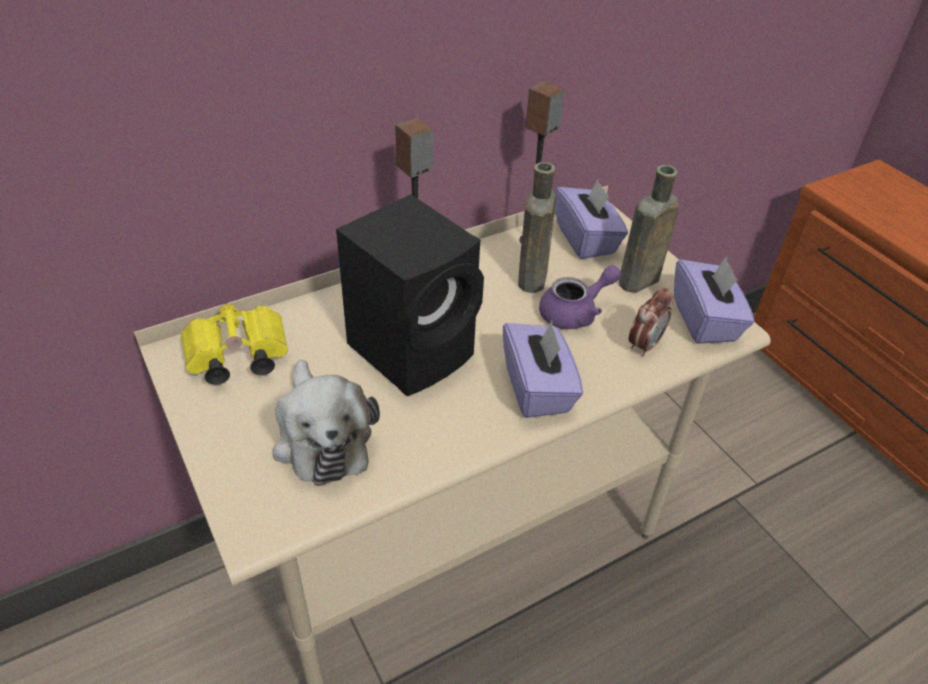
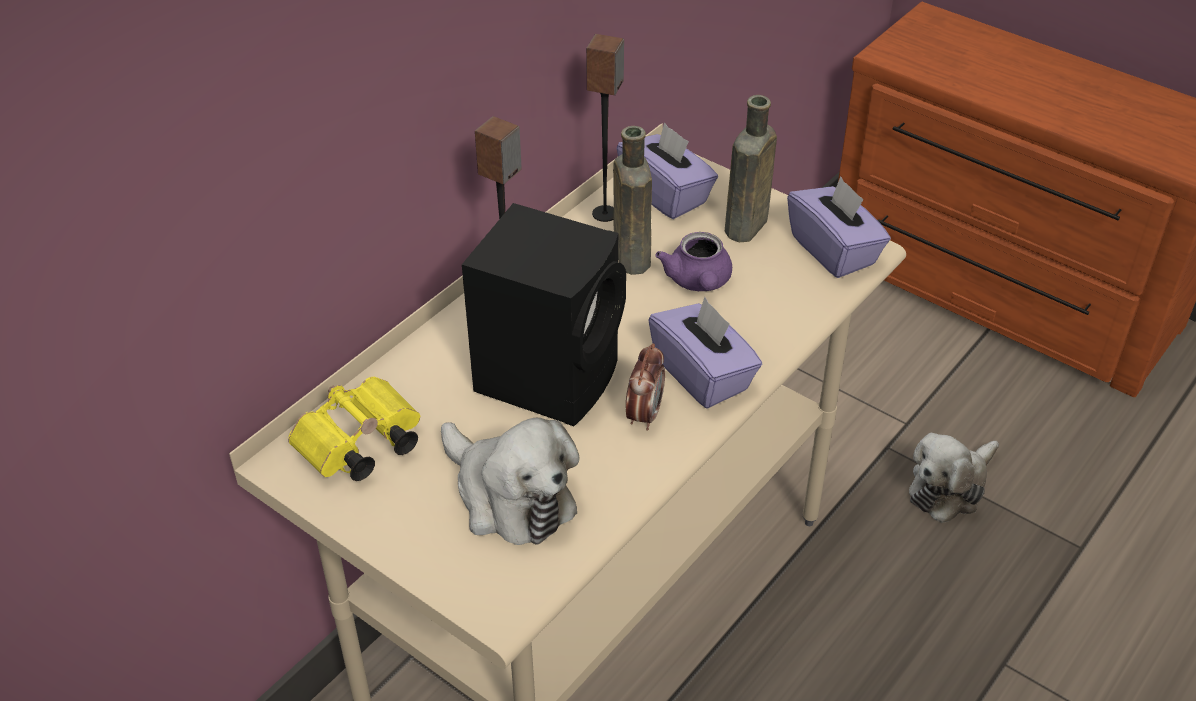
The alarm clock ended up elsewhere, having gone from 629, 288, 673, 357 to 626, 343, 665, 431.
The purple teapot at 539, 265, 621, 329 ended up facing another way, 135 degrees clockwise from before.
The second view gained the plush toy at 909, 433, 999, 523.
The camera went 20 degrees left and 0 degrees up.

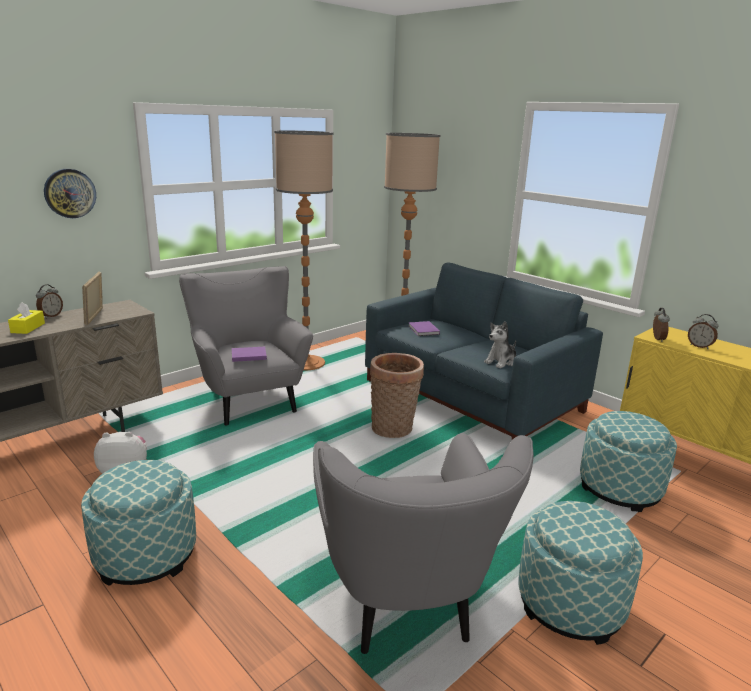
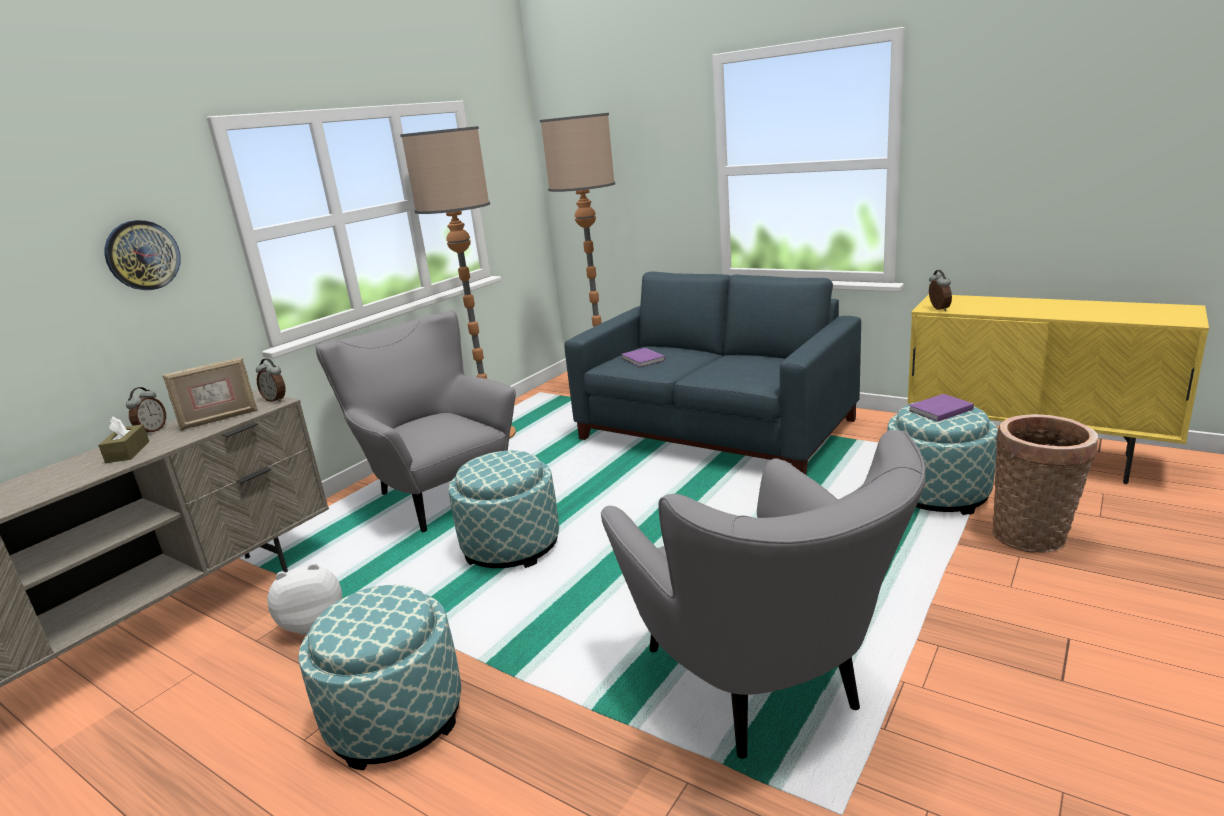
What was the yellow tissue box at 8, 302, 45, 334 turned into the brown tissue box at 98, 416, 149, 463.
The picture frame at 82, 272, 103, 325 ended up facing another way, 105 degrees counterclockwise from before.
The alarm clock ended up elsewhere, having gone from 688, 314, 719, 349 to 256, 358, 286, 402.
The ottoman ended up elsewhere, having gone from 518, 501, 643, 645 to 448, 451, 559, 568.
The purple book ended up elsewhere, having gone from 232, 346, 267, 362 to 909, 394, 974, 422.
The basket ended up elsewhere, having gone from 370, 353, 424, 438 to 992, 414, 1098, 553.
The second view lost the plush toy at 484, 321, 516, 368.
The camera went 10 degrees left and 0 degrees up.

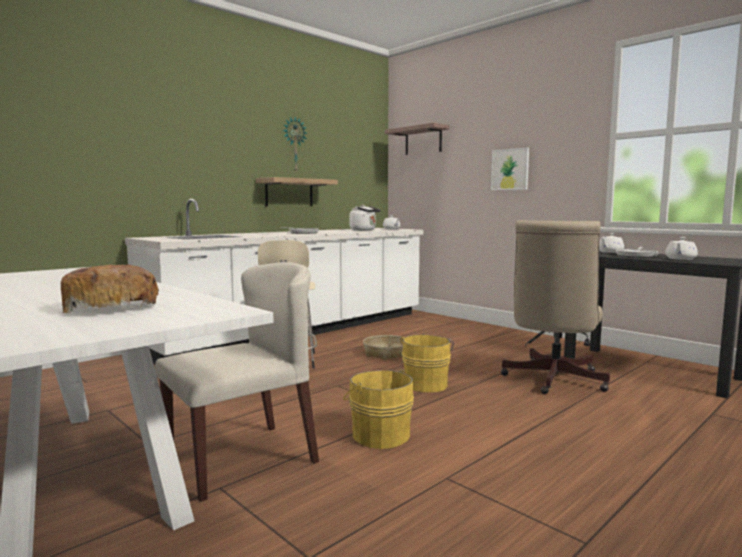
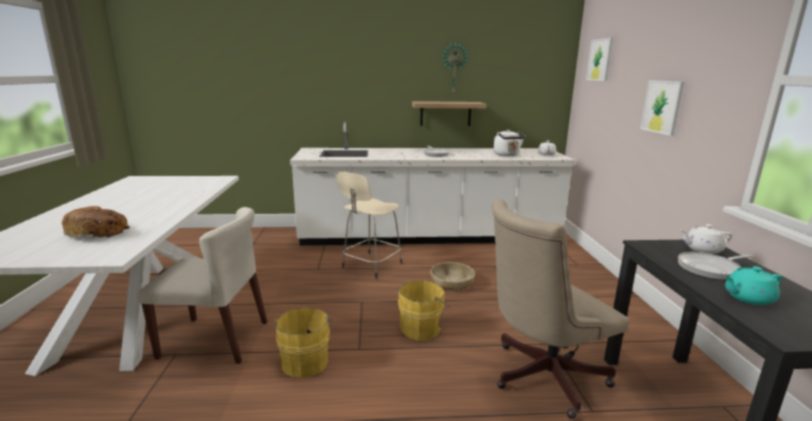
Where the shelf hung at 385, 123, 449, 155, the picture came to hang at 586, 38, 613, 81.
What was the white teapot at 665, 237, 698, 260 turned into the turquoise teapot at 725, 266, 782, 305.
The camera went 40 degrees right and 10 degrees up.

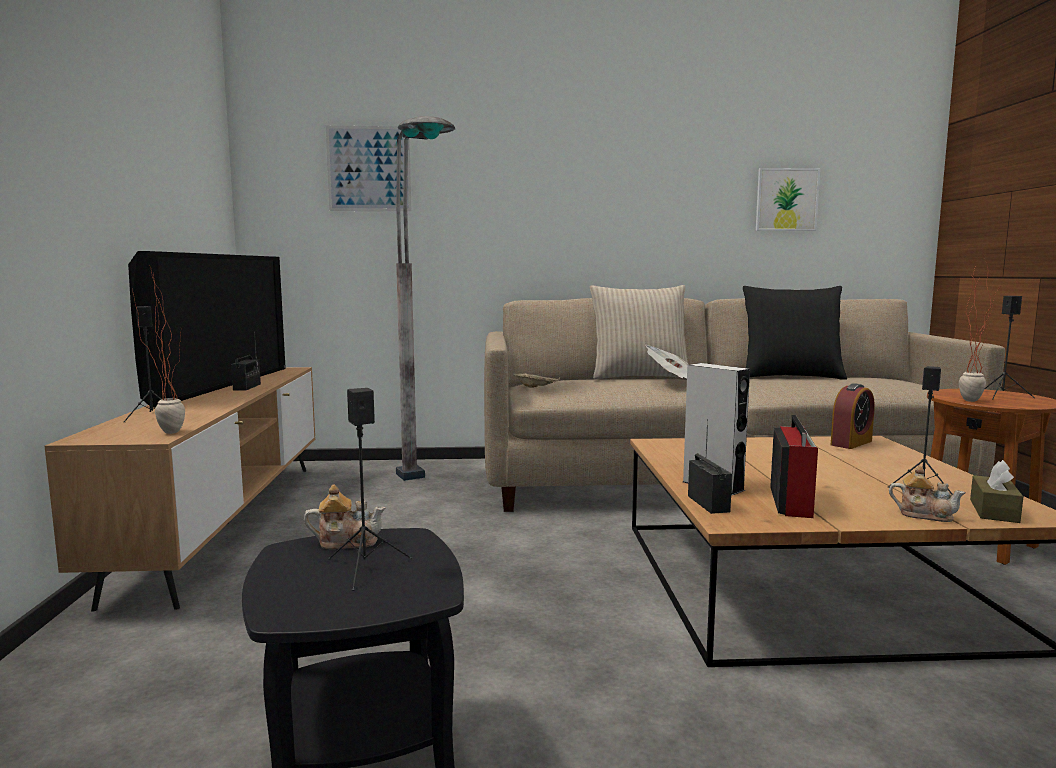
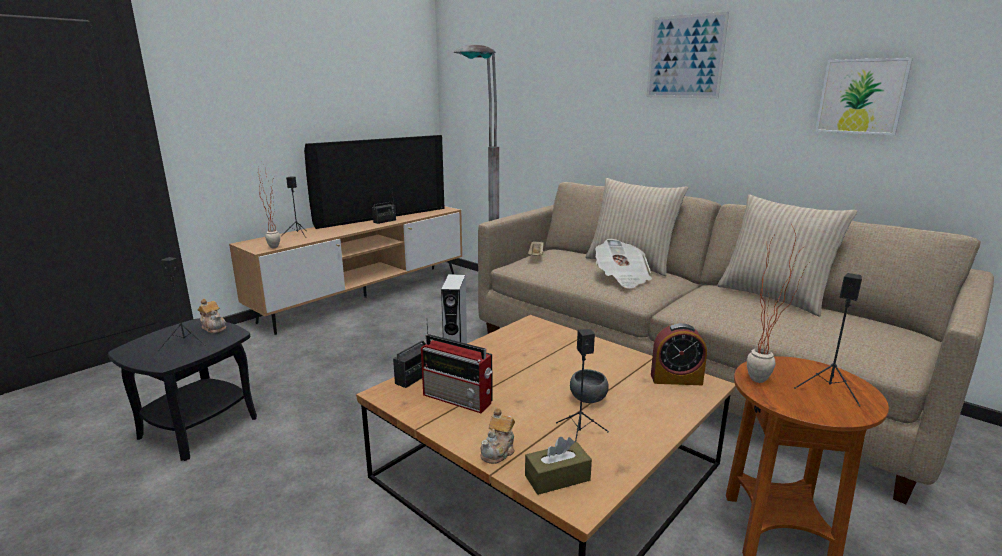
The radio at 770, 415, 818, 518 ended up facing another way, 60 degrees clockwise from before.
The teapot at 889, 466, 966, 522 ended up facing another way, 45 degrees clockwise from before.
The second view gained the grey bowl at 570, 369, 609, 403.
The picture ended up elsewhere, having gone from 326, 126, 412, 211 to 646, 11, 729, 98.
What was the black pillow at 743, 286, 847, 380 turned into the beige pillow at 717, 195, 858, 317.
The camera went 45 degrees right and 10 degrees up.

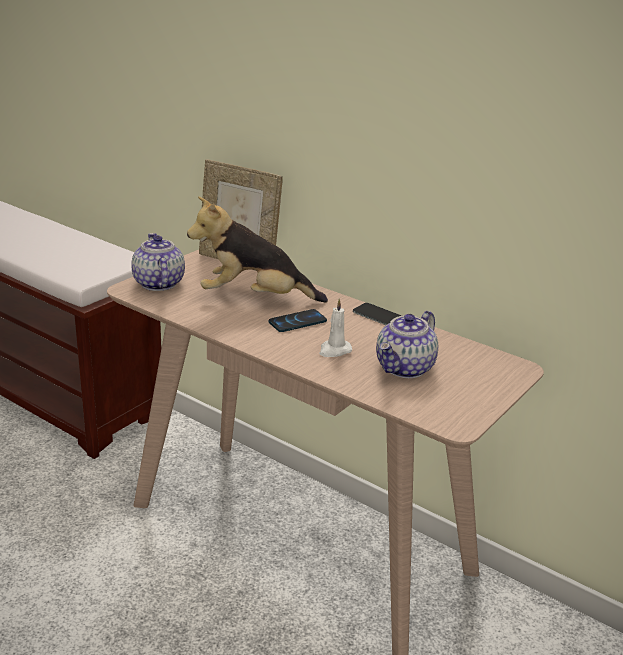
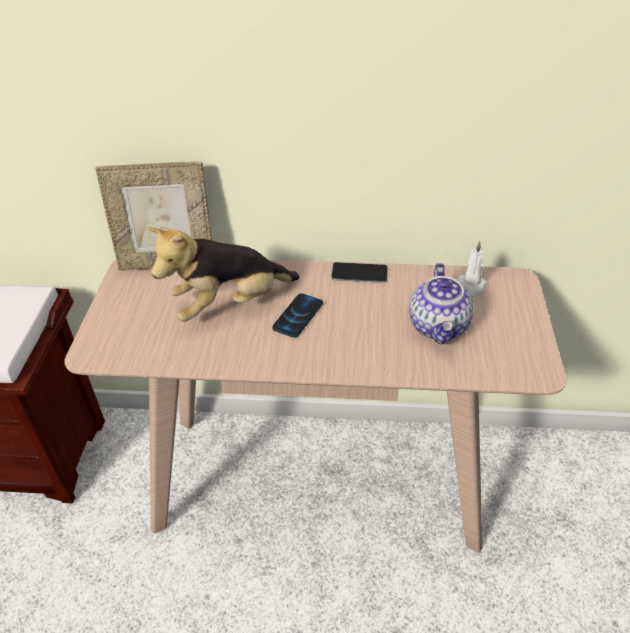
The white candle ended up elsewhere, having gone from 319, 298, 352, 357 to 458, 241, 487, 298.
The second view lost the teapot at 131, 233, 185, 291.
The camera went 30 degrees left and 15 degrees up.

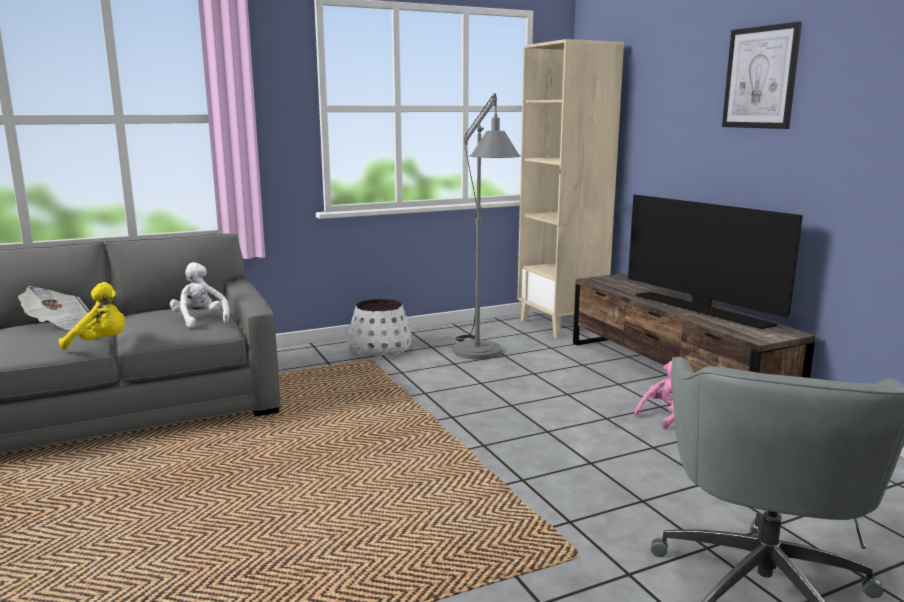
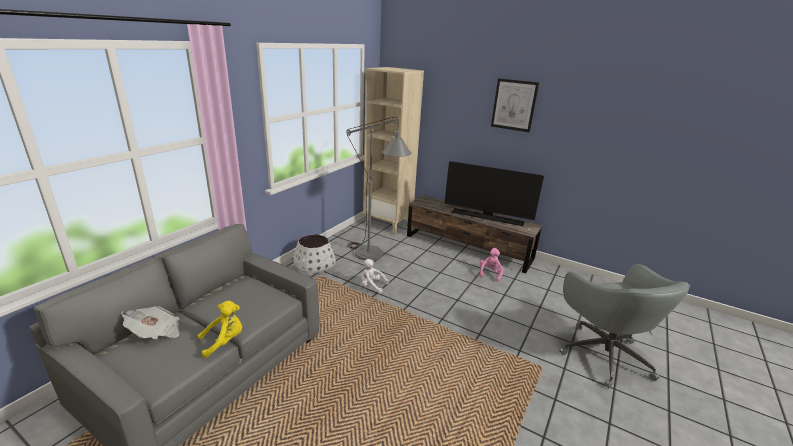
The white plush toy ended up elsewhere, having gone from 170, 262, 229, 328 to 361, 259, 389, 293.
The camera went 35 degrees left and 10 degrees up.

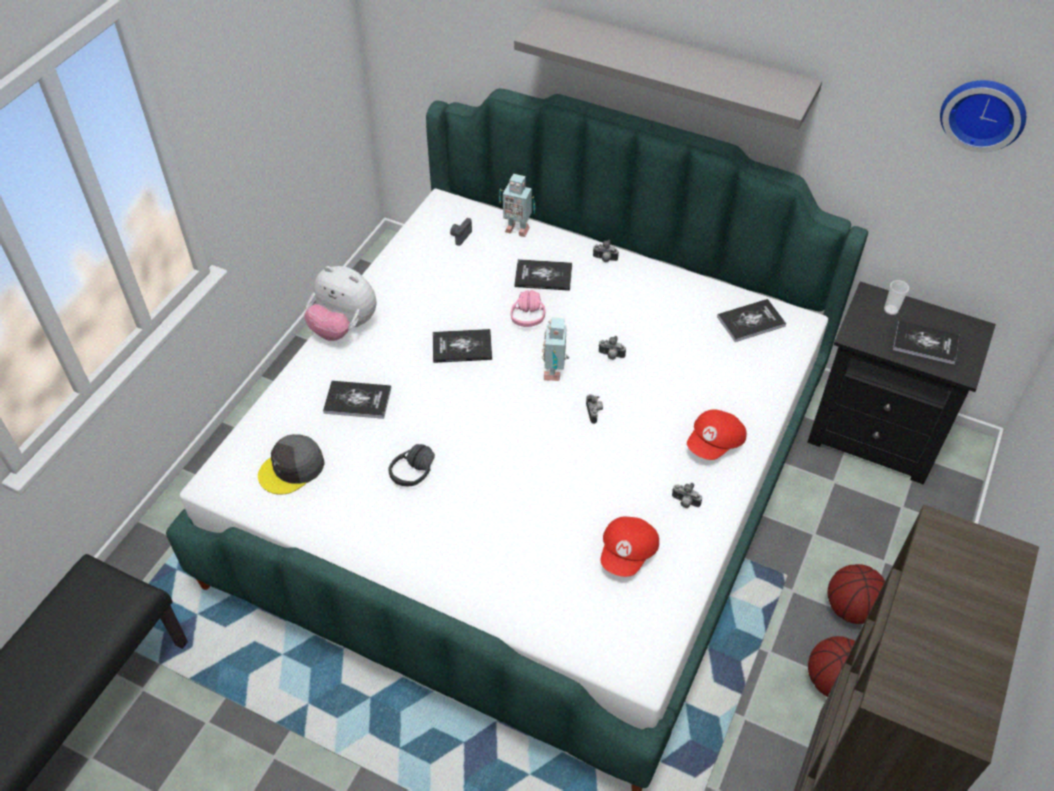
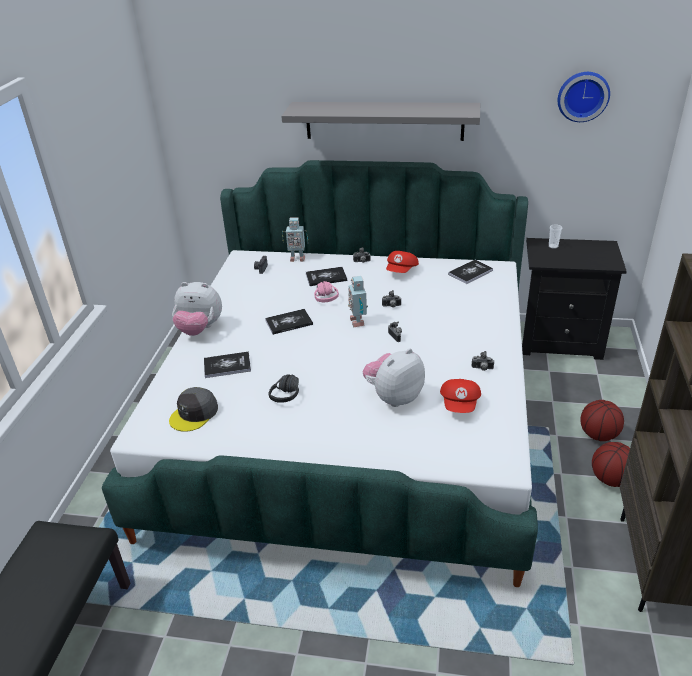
The second view gained the plush toy at 363, 348, 425, 407.
The red cap ended up elsewhere, having gone from 687, 410, 747, 460 to 386, 251, 419, 273.
The second view lost the book at 893, 321, 959, 365.
The camera went 15 degrees left and 15 degrees down.

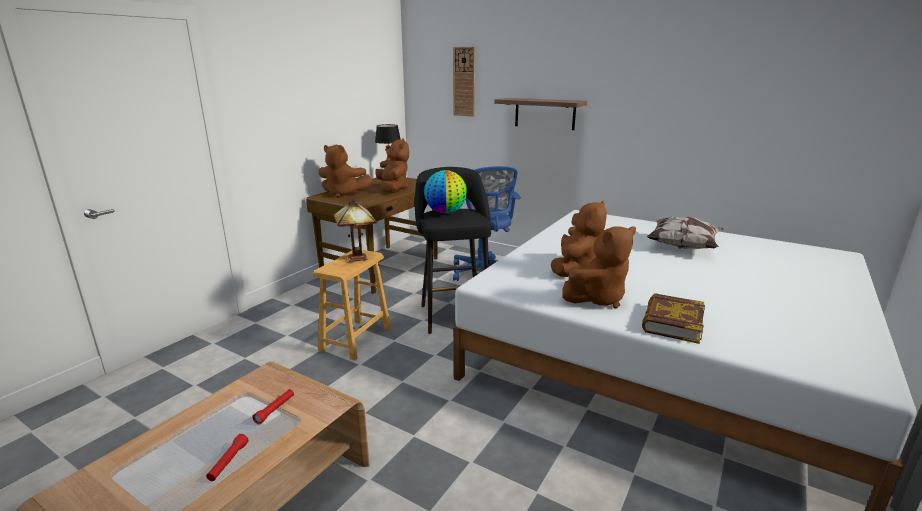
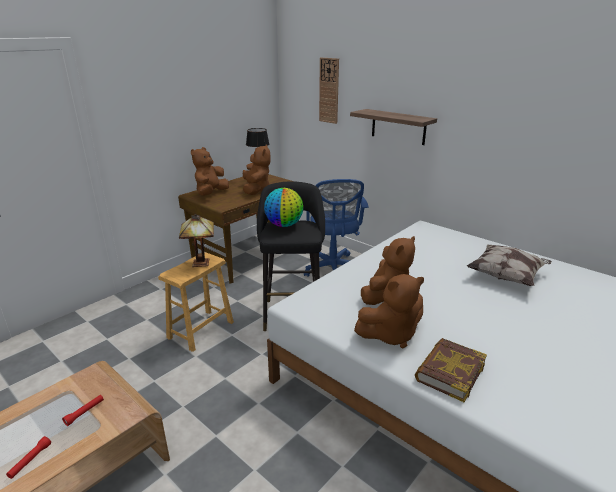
The brown plush toy at 318, 145, 372, 198 ended up facing another way, 90 degrees clockwise from before.
The camera went 10 degrees right and 5 degrees up.

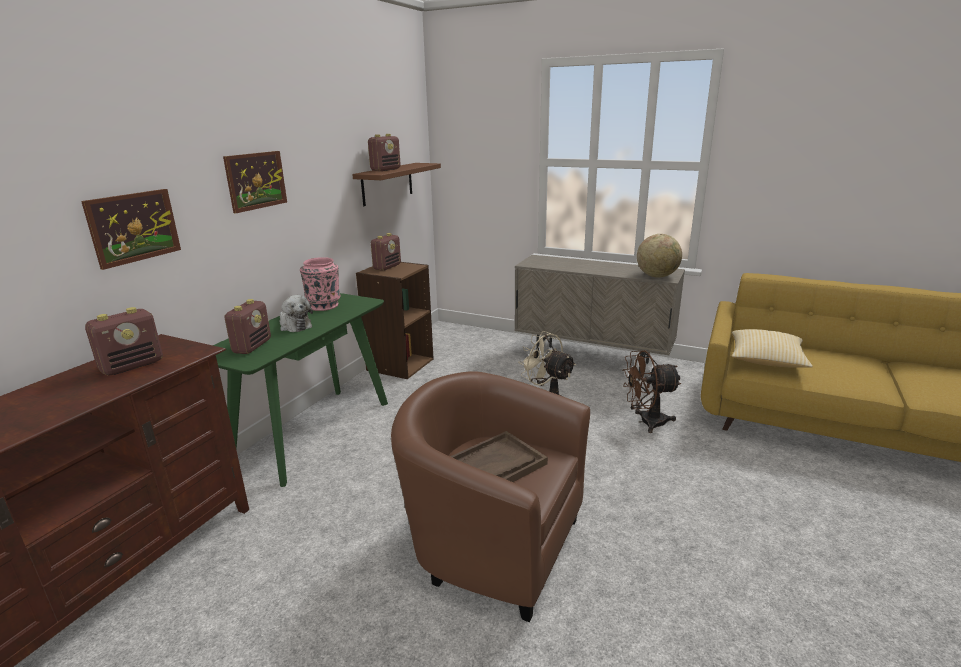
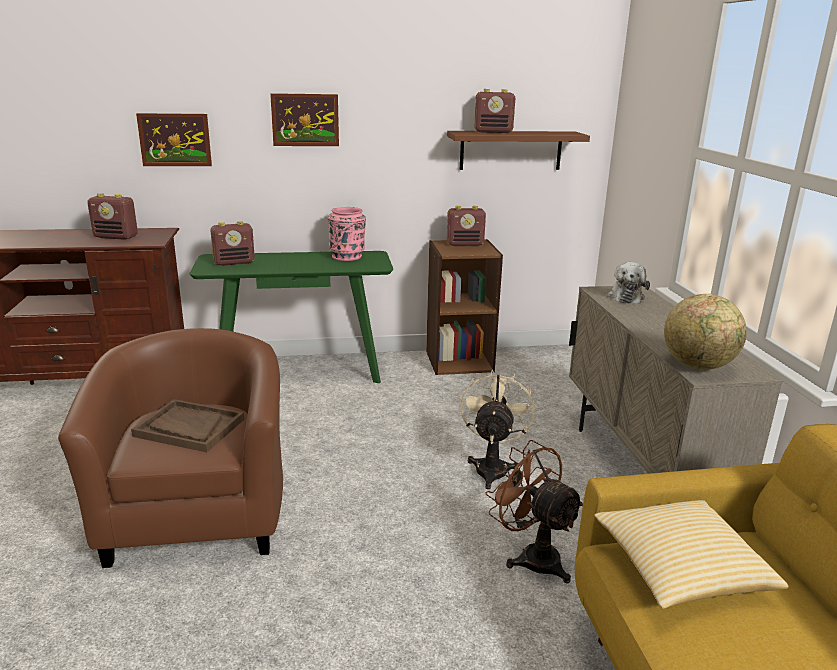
The plush toy ended up elsewhere, having gone from 279, 295, 313, 332 to 607, 262, 650, 304.
The camera went 55 degrees right and 0 degrees up.

